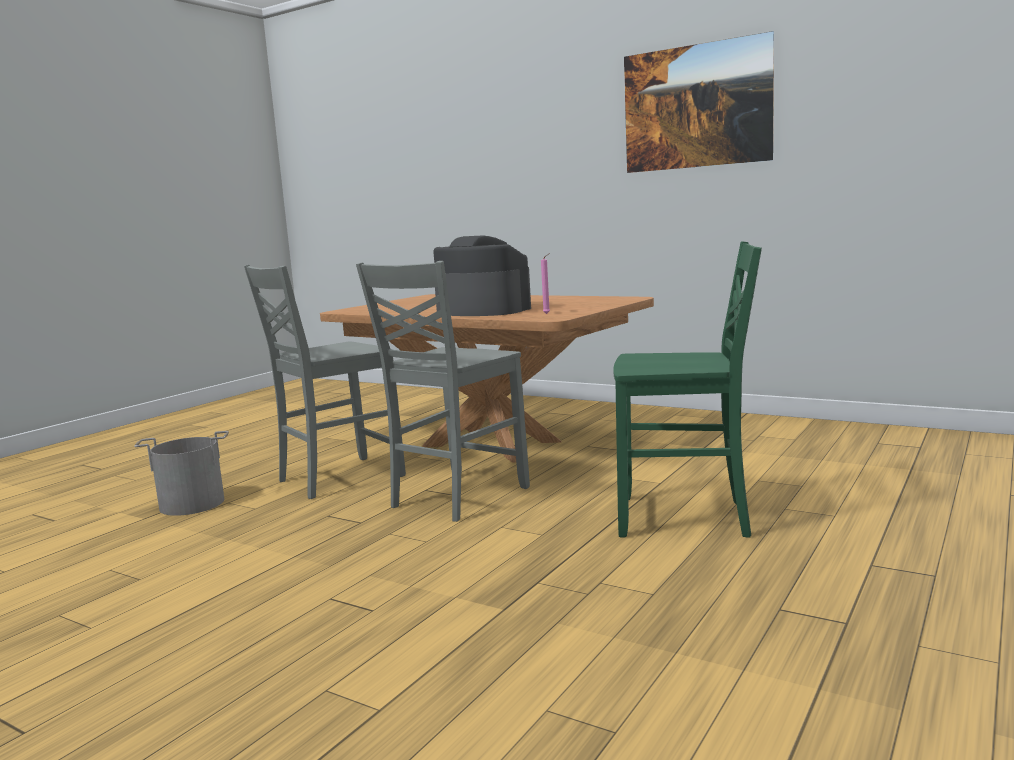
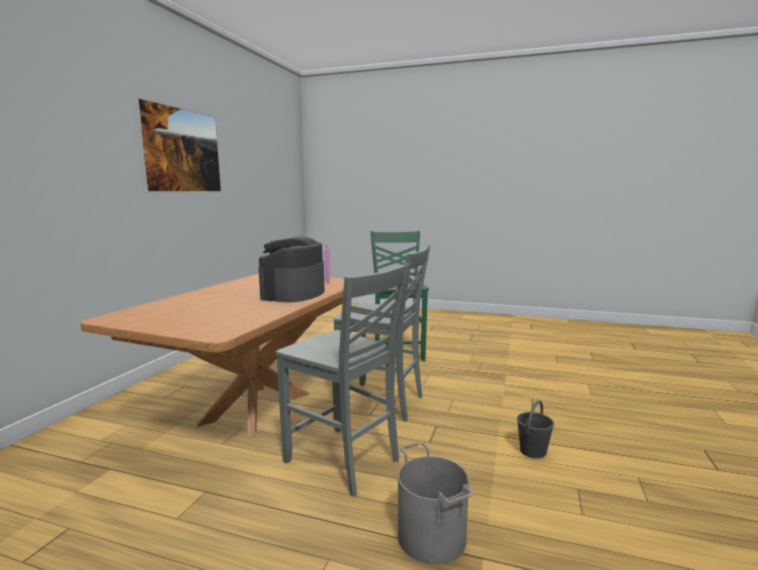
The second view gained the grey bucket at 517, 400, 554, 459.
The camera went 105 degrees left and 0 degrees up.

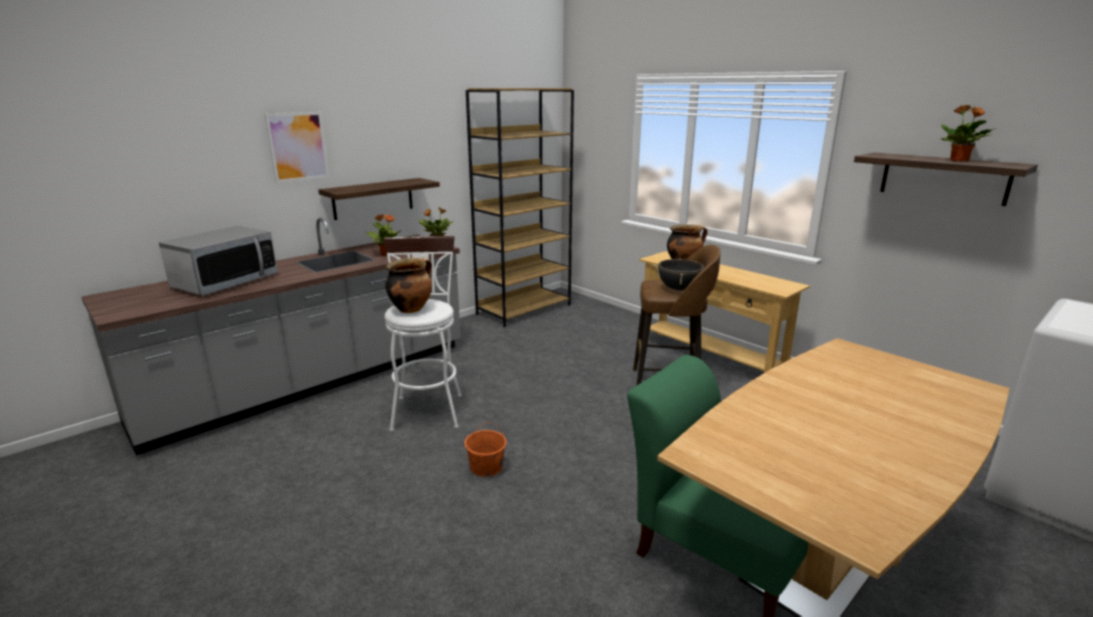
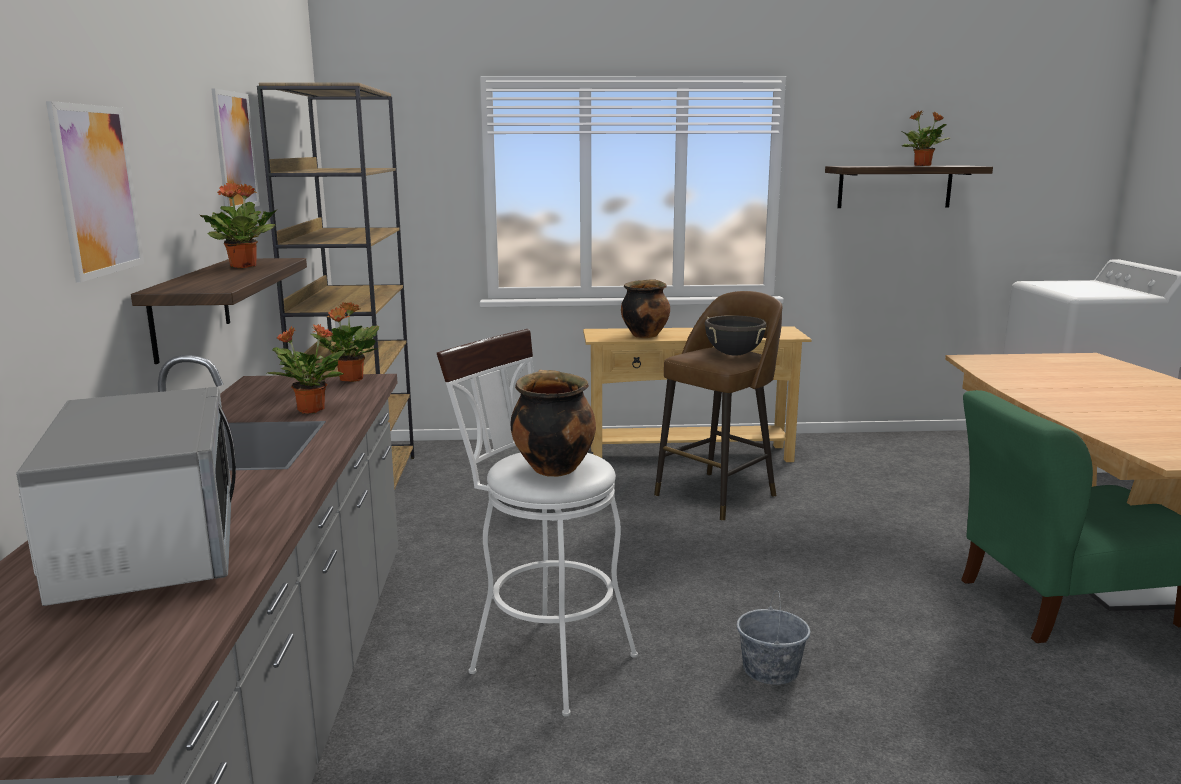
The second view gained the potted plant at 200, 183, 278, 268.
The second view gained the picture at 211, 88, 260, 211.
What was the orange bucket at 464, 422, 507, 477 turned into the grey bucket at 737, 591, 810, 685.
The camera went 50 degrees left and 5 degrees down.

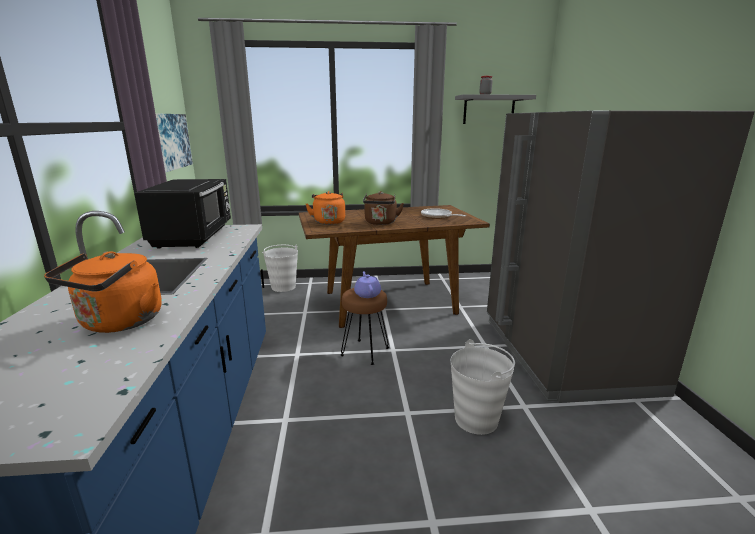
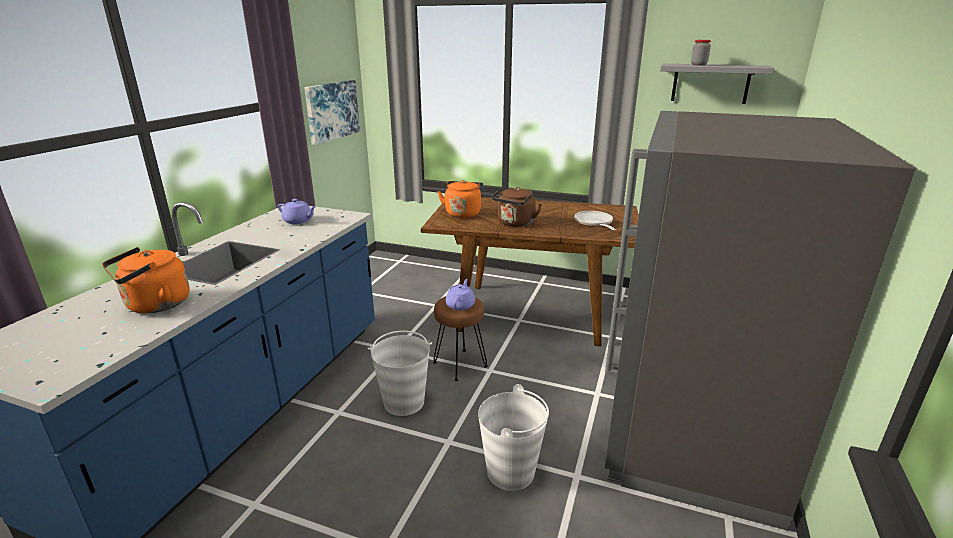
Where the black microwave stood at 134, 179, 231, 249, the purple teapot came to stand at 278, 199, 316, 224.
The white bucket ended up elsewhere, having gone from 262, 245, 298, 292 to 368, 331, 432, 416.
The camera went 25 degrees right and 5 degrees up.

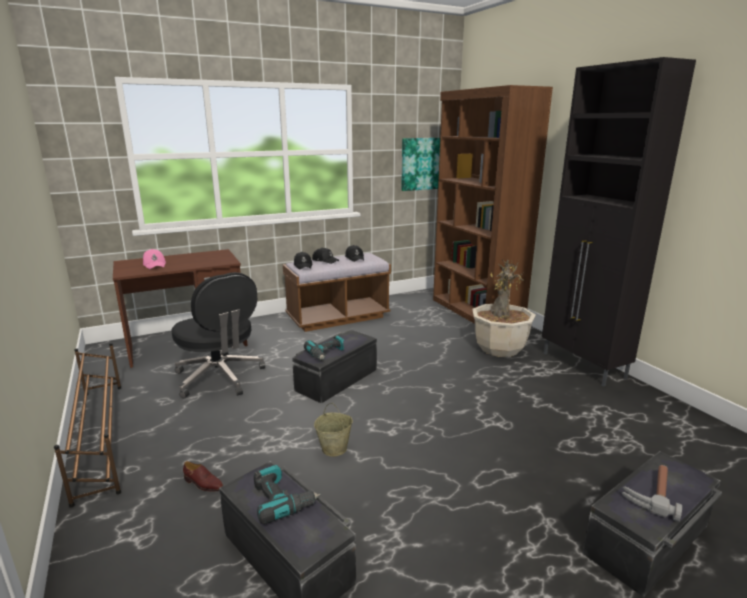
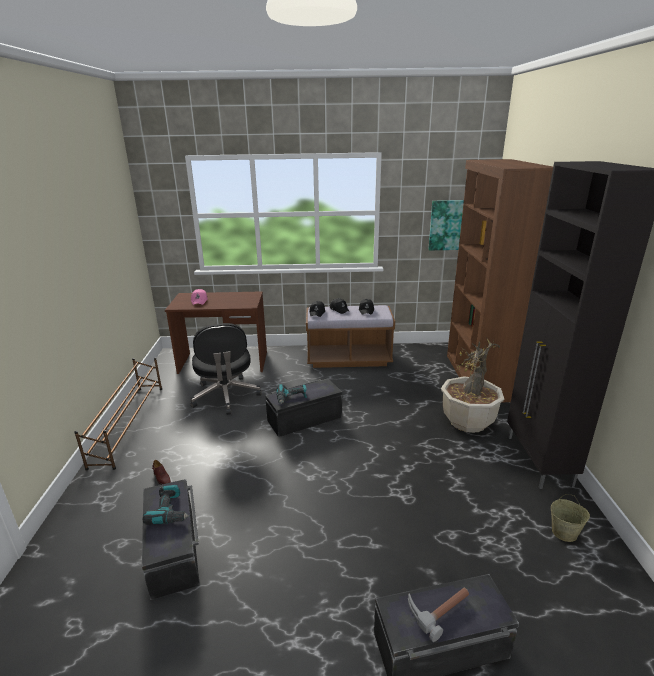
The beige bucket ended up elsewhere, having gone from 314, 403, 353, 456 to 551, 494, 590, 542.
The camera went 25 degrees right and 5 degrees up.

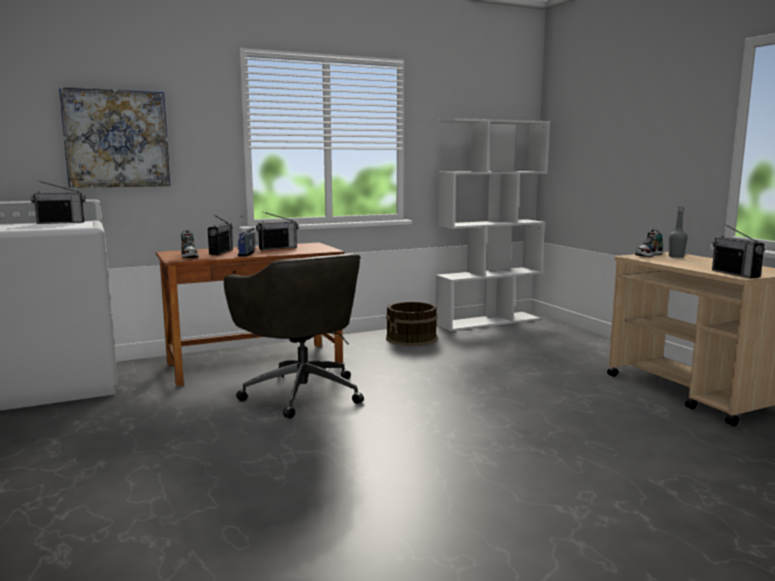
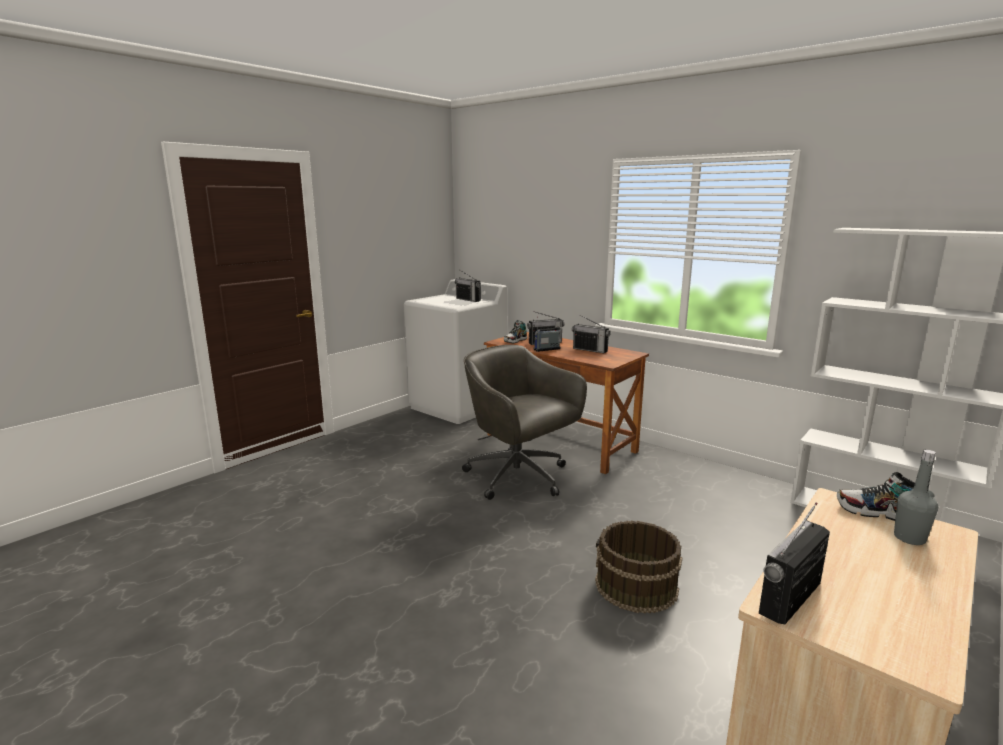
The grey office chair at 224, 253, 364, 419 ended up facing another way, 105 degrees clockwise from before.
The brown bucket ended up elsewhere, having gone from 386, 302, 438, 346 to 595, 521, 682, 614.
The second view lost the picture at 59, 87, 170, 188.
The camera went 65 degrees right and 5 degrees up.

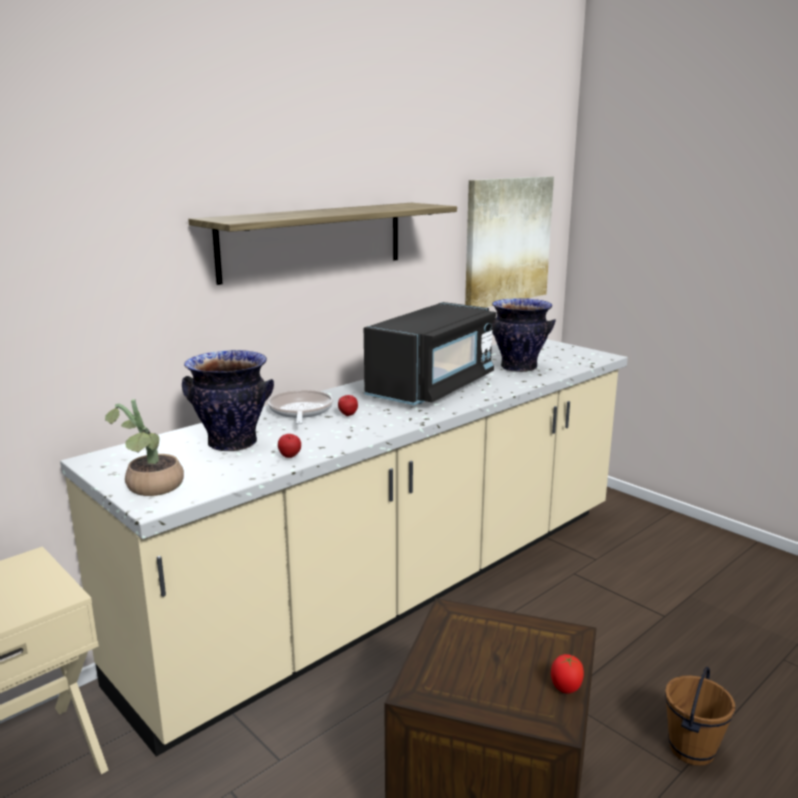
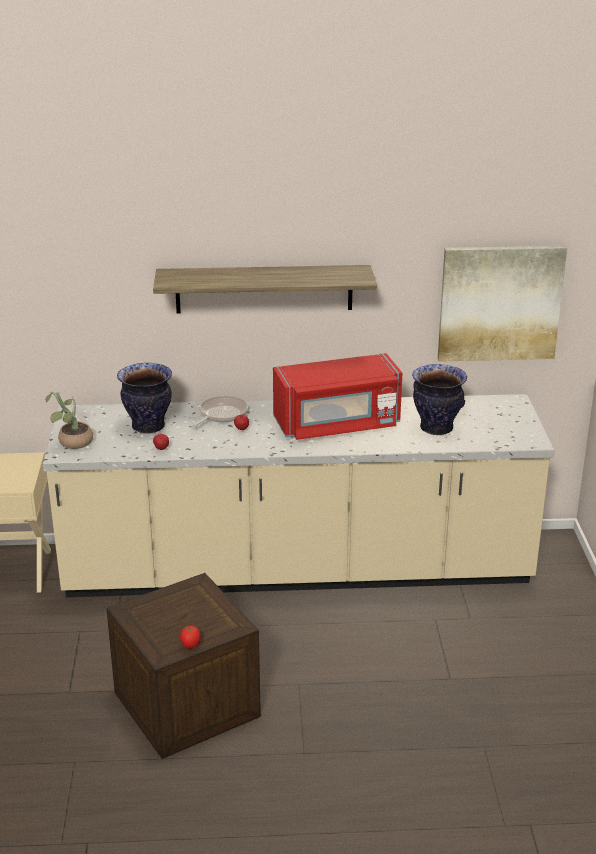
What was the black microwave at 364, 302, 496, 405 turned into the red microwave at 273, 353, 402, 440.
The second view lost the brown bucket at 665, 667, 735, 766.
The camera went 40 degrees right and 10 degrees up.

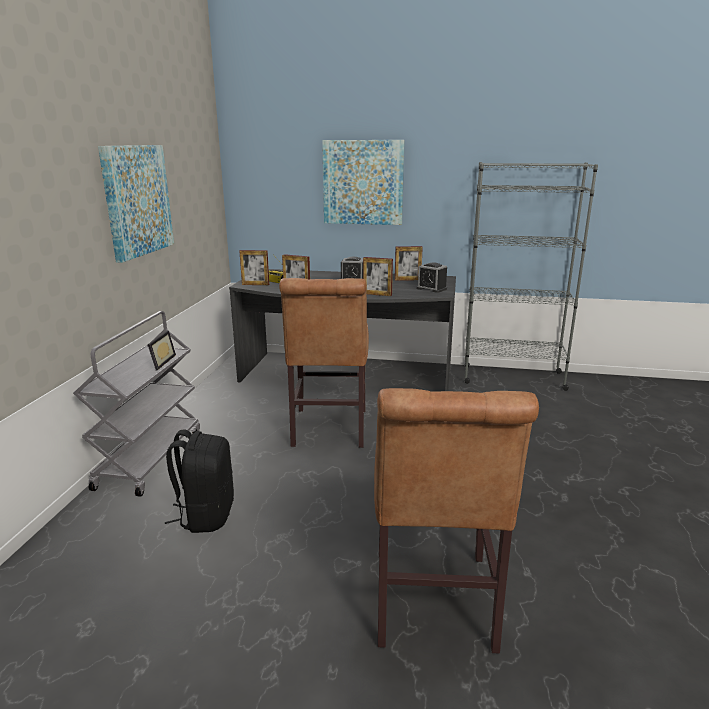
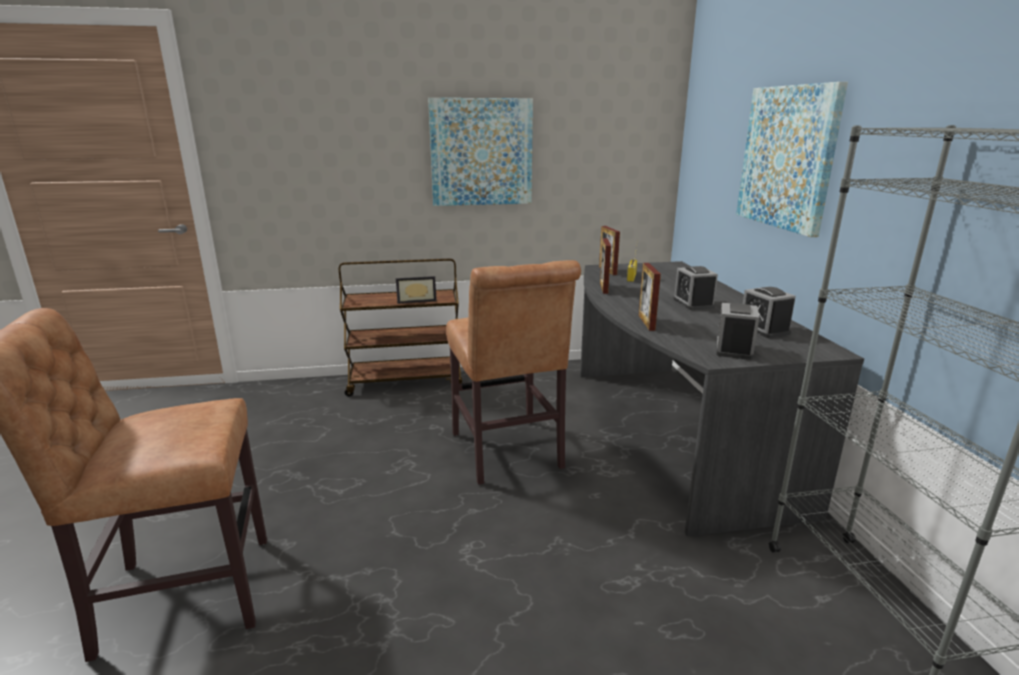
What was the grey cart at 73, 311, 200, 497 turned into the brown cart at 339, 258, 462, 396.
The brown chair at 279, 278, 369, 448 ended up facing another way, 90 degrees counterclockwise from before.
Where the picture frame stood at 395, 246, 423, 281, the alarm clock came to stand at 743, 287, 796, 338.
The second view lost the black backpack at 165, 430, 234, 533.
The camera went 70 degrees right and 0 degrees up.

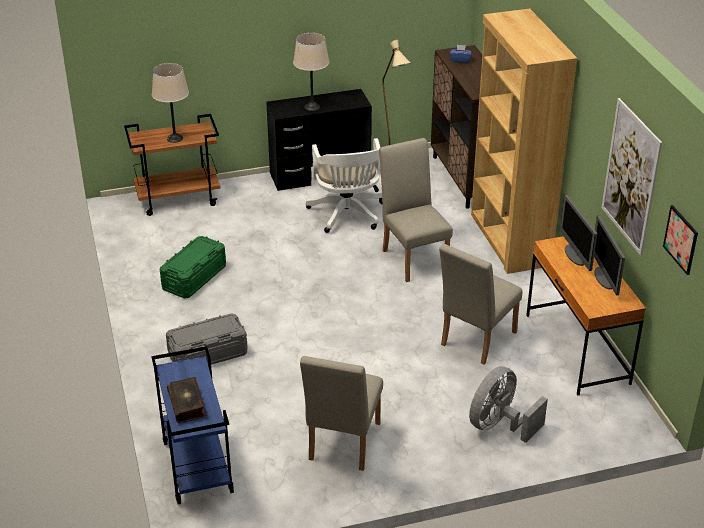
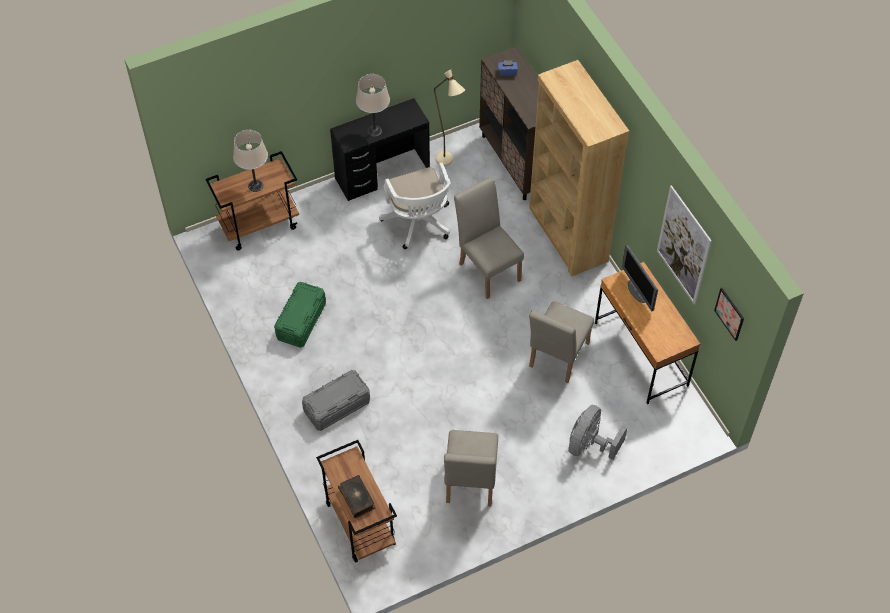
What was the blue cart at 151, 346, 234, 504 turned into the brown cart at 316, 440, 397, 562.
The second view lost the monitor at 594, 215, 625, 295.
The camera went 10 degrees left and 20 degrees up.

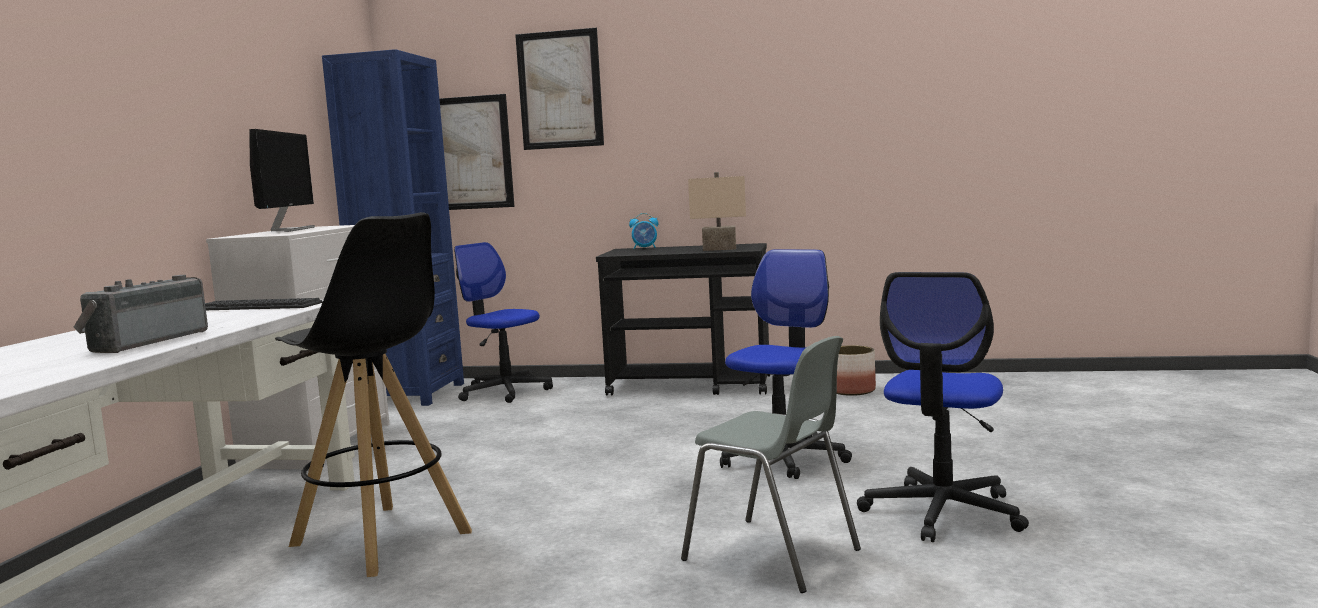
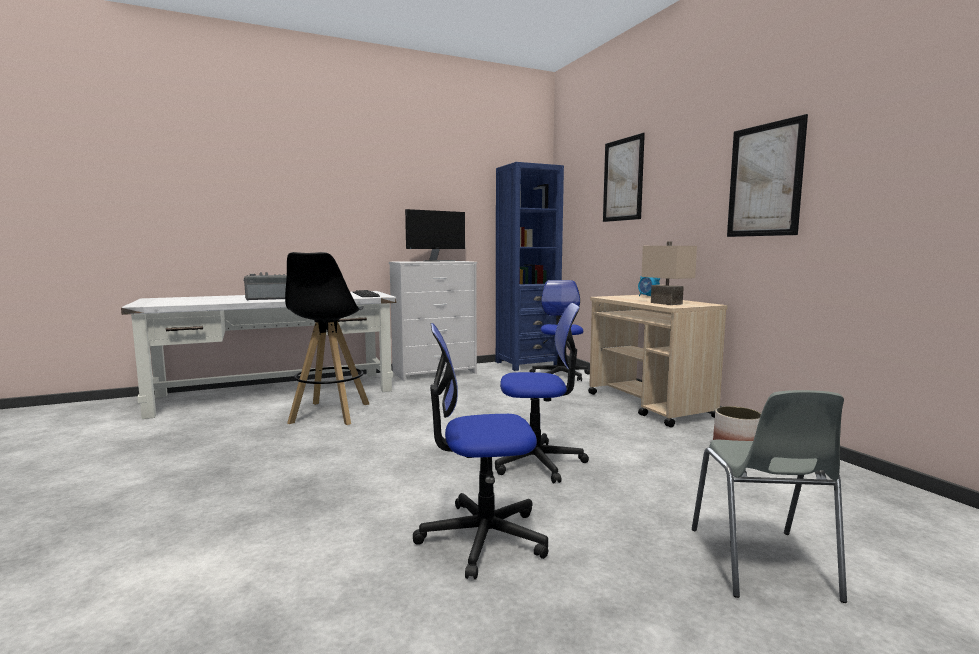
What was the black cart at 596, 243, 770, 395 turned into the beige cart at 588, 295, 728, 428.
The grey chair ended up elsewhere, having gone from 681, 336, 861, 593 to 692, 390, 847, 603.
The picture ended up elsewhere, having gone from 439, 94, 515, 210 to 727, 114, 808, 237.
The camera went 55 degrees right and 0 degrees up.

